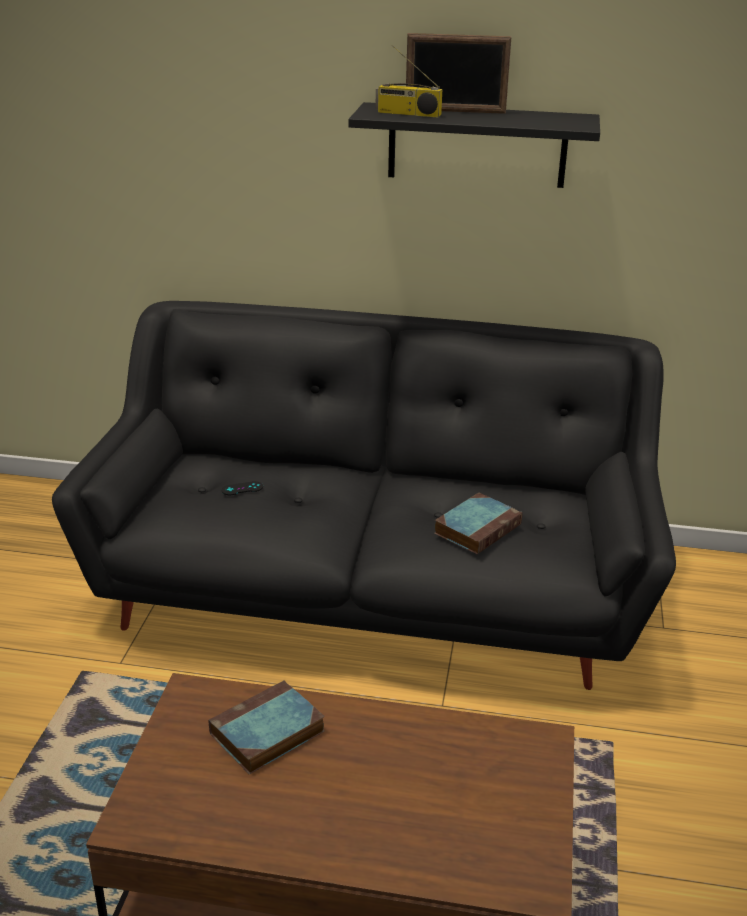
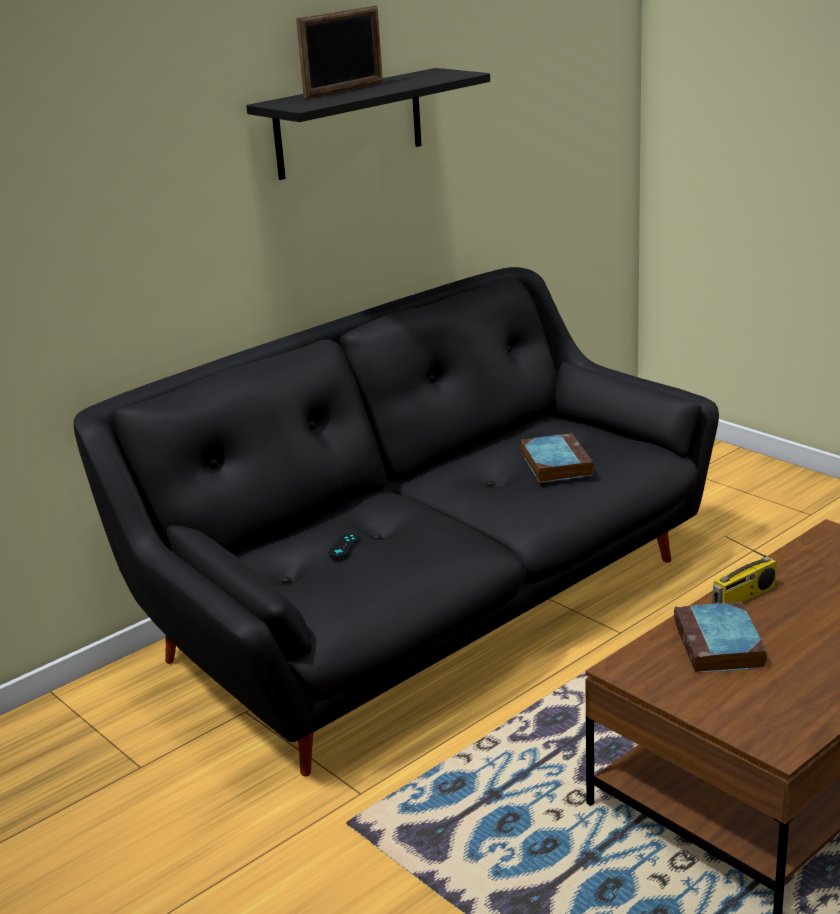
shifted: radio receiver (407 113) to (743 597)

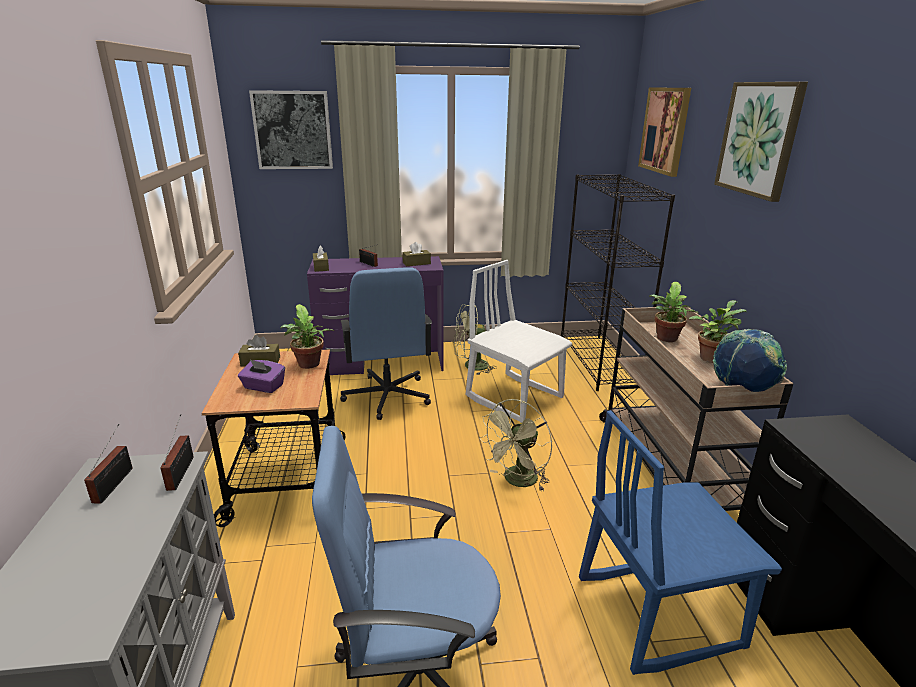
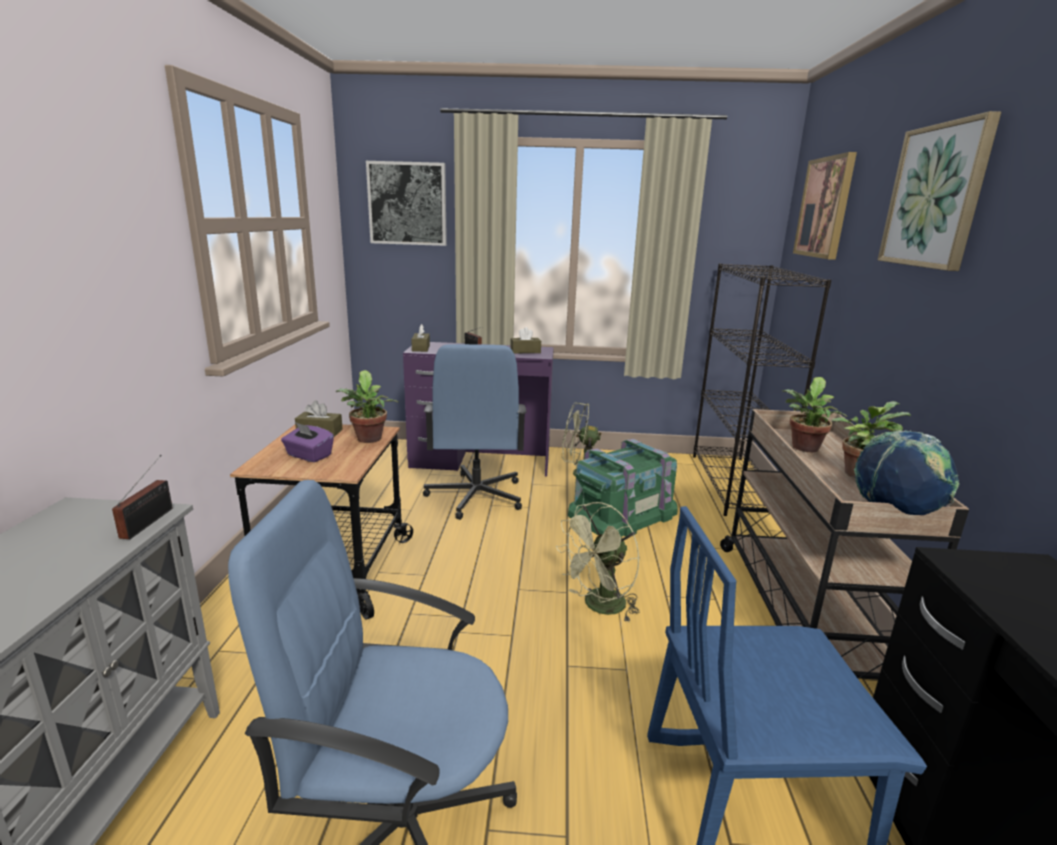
gone: radio receiver (115 483)
swapped: whitish upright chair (515 397) to green storage container (622 512)

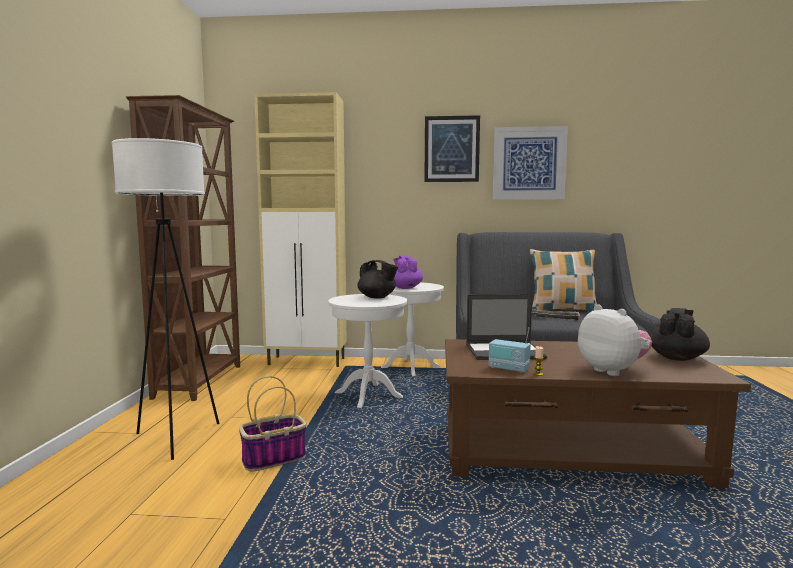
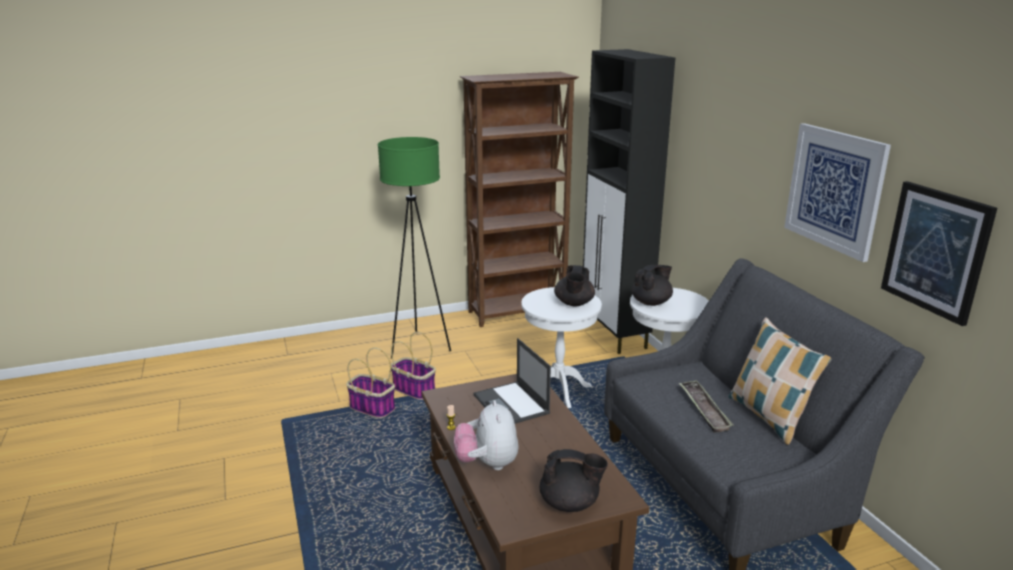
gone: radio receiver (508 369)
new: storage basket (371 408)
shifted: wall art (451 149) to (936 251)
repainted: whitish standard lamp (176 438) to green standard lamp (418 347); sand-coloured cabinet (307 361) to blackish cabinet (614 335); purplish teapot (405 288) to blackish teapot (651 302)
rotated: cuddly toy (612 371) = (487 463) 135 degrees clockwise

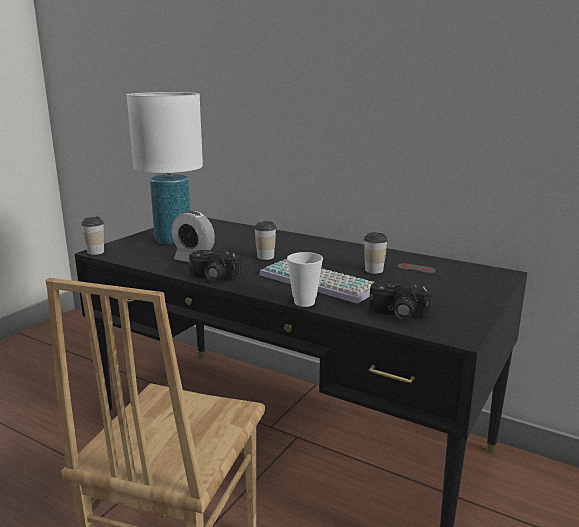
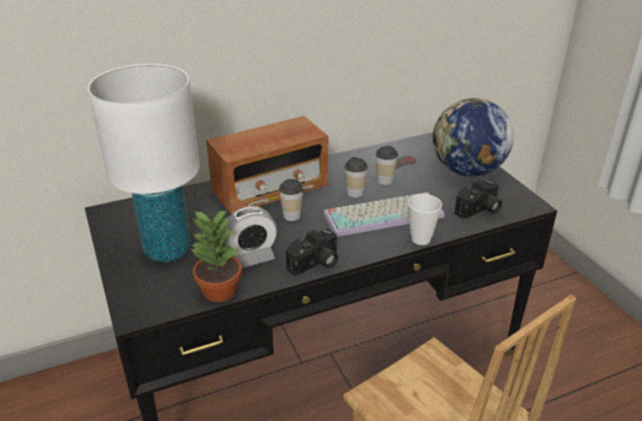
new: potted plant (218 291); radio receiver (270 189); globe (467 171)
shifted: cup (95 252) to (355 193)

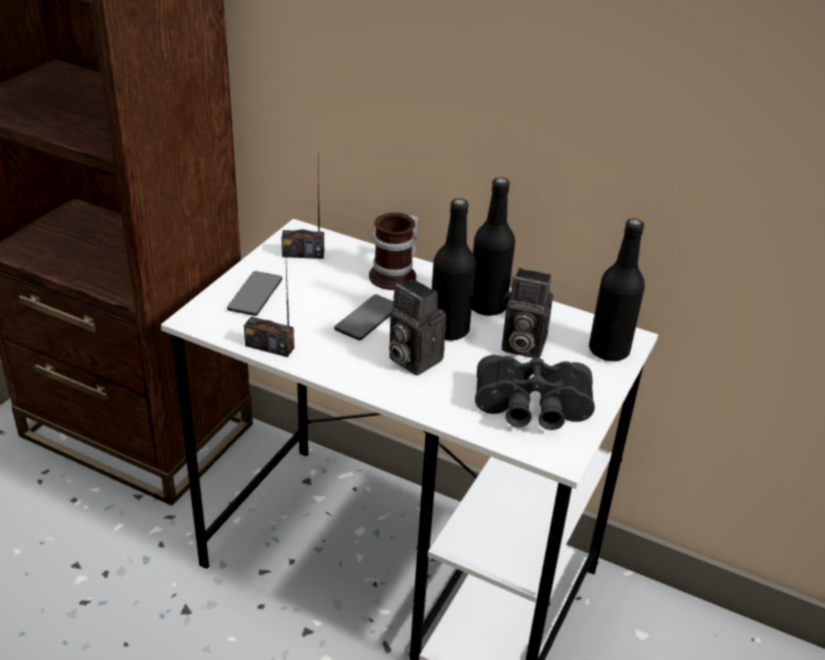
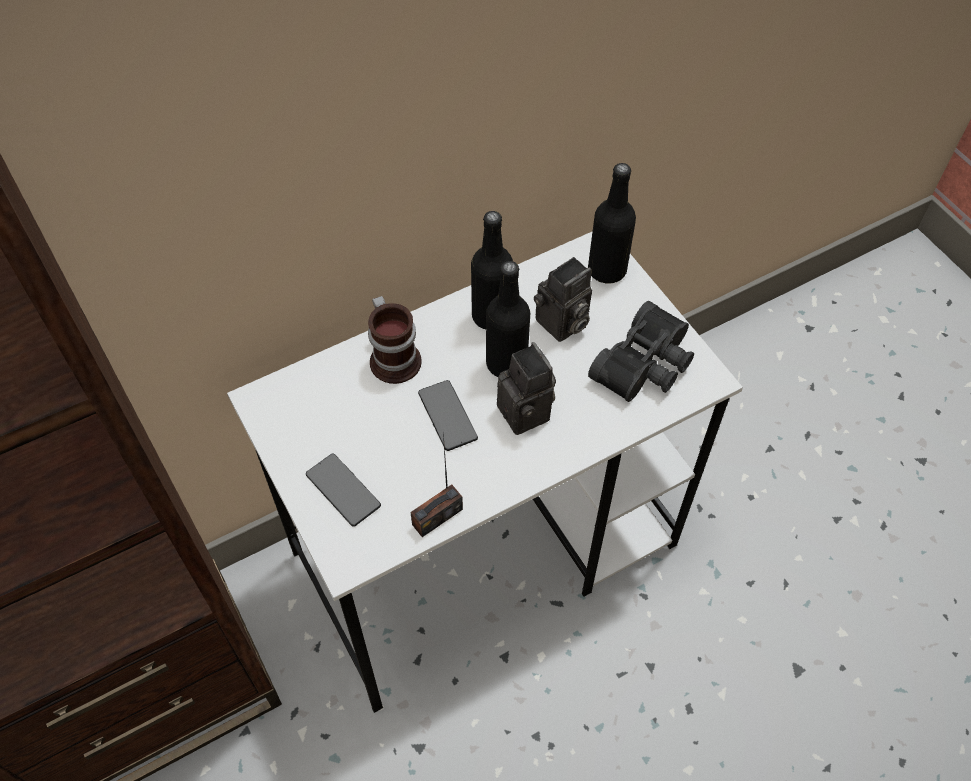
gone: radio receiver (303 254)
rotated: photo camera (411 359) = (528 413) 105 degrees counterclockwise

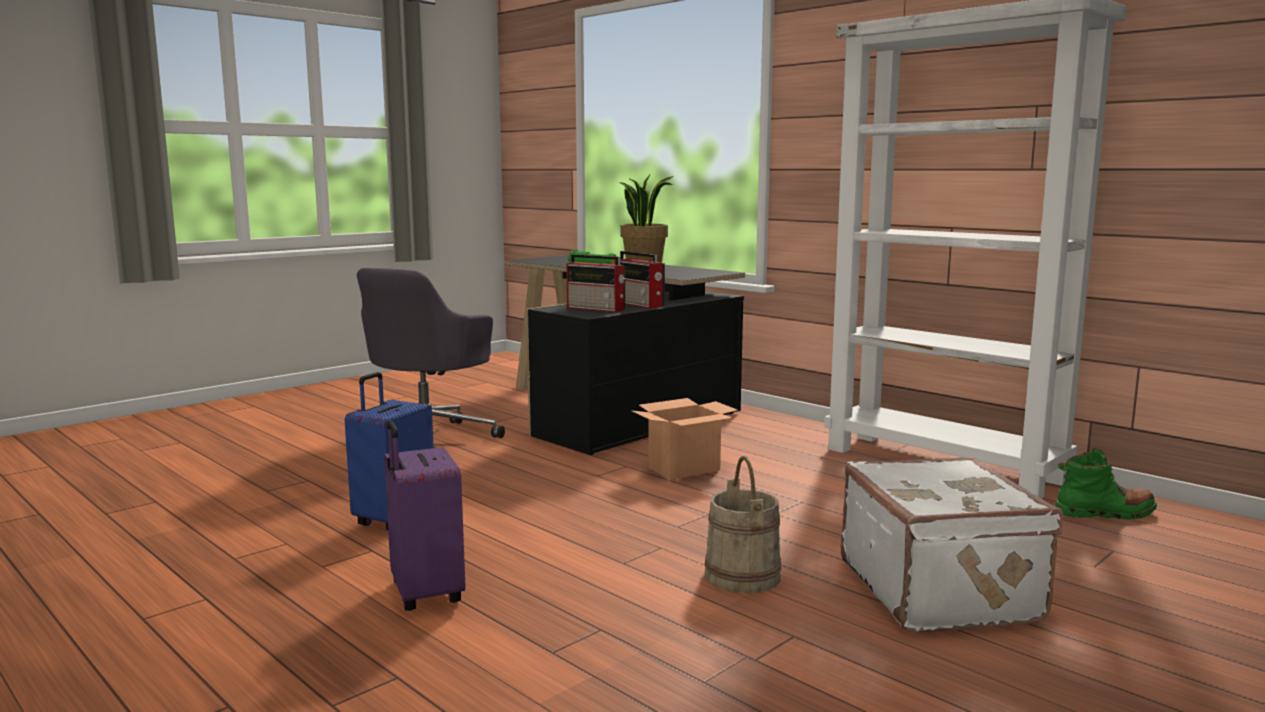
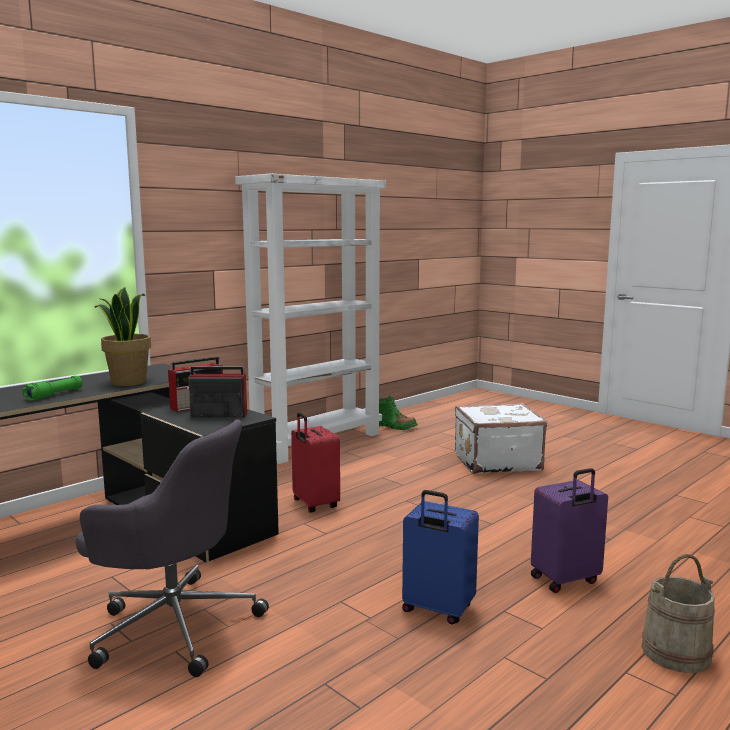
shifted: sand-coloured bucket (741 576) to (676 653)
swapped: packing box (684 469) to red piece of luggage (314 504)
rotated: radio receiver (597 308) = (217 416) 120 degrees counterclockwise; green boot (1105 513) = (394 426) 120 degrees clockwise

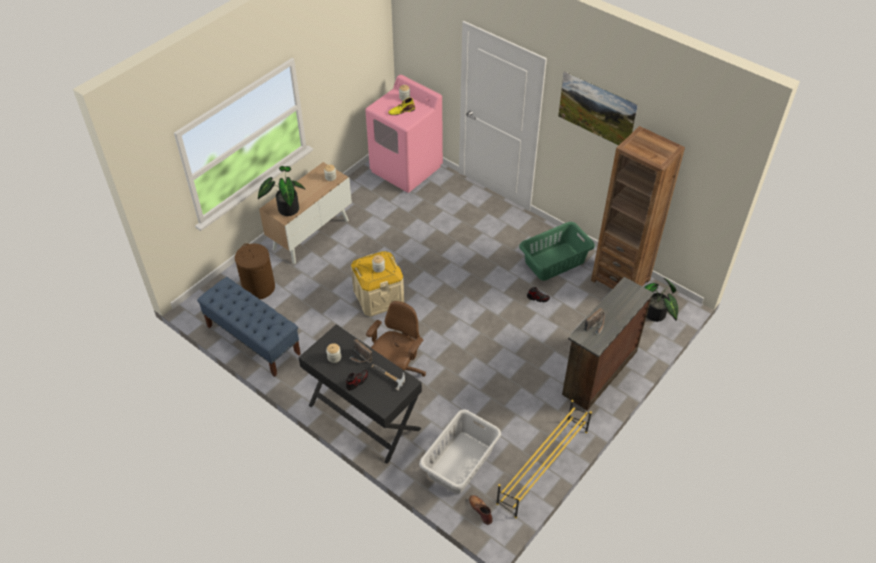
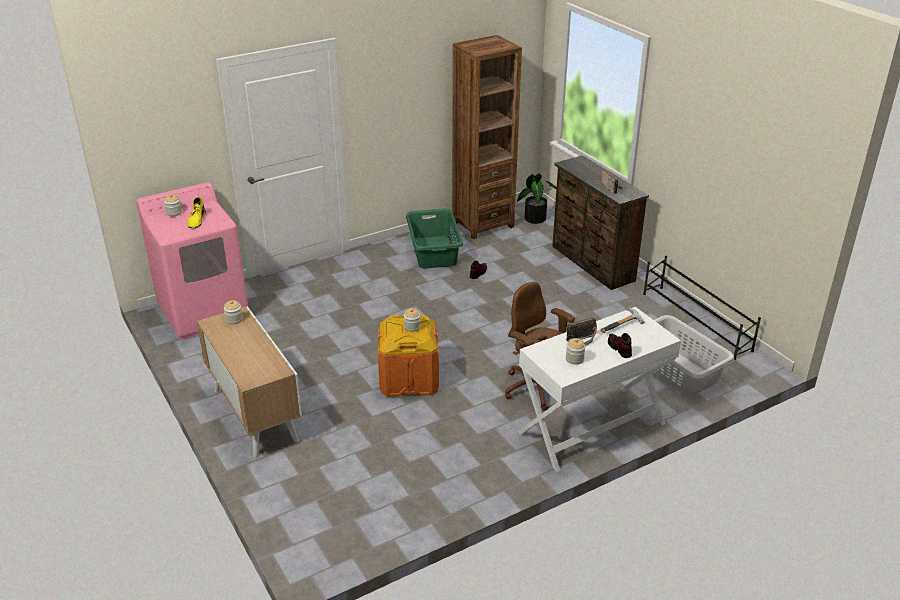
gone: bluish indoor bench (253 340); brown-coloured washing basket (259 288); potted plant (286 208); brown-coloured boot (480 510); wall art (594 122)
repainted: sand-coloured storage container (378 297) to orange storage container (408 379); blackish desk (363 417) to whitish desk (592 428); yellow shoe shelf (542 467) to blackish shoe shelf (696 322)

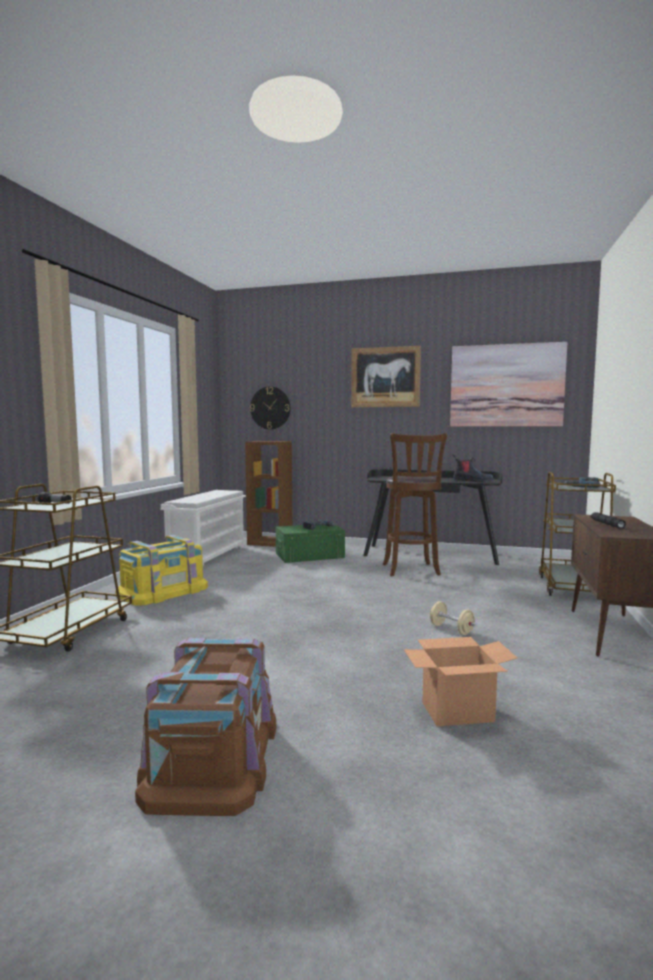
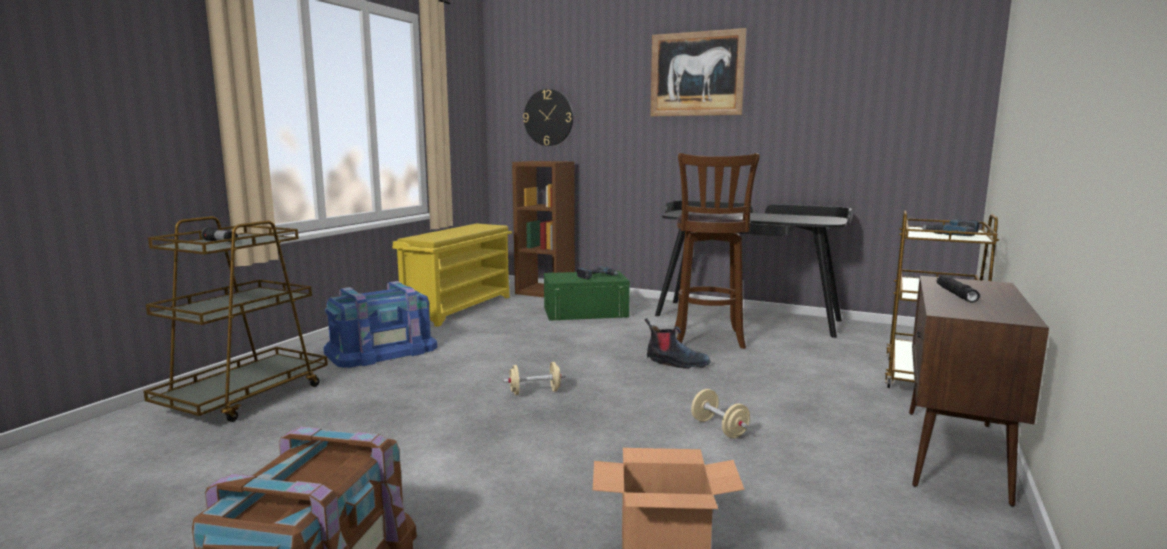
gone: wall art (506 385)
new: sand-coloured dumbbell (535 392)
shifted: boot (472 481) to (676 363)
repainted: yellow storage container (163 591) to bluish storage container (381 350); whitish shoe shelf (208 557) to yellow shoe shelf (459 308)

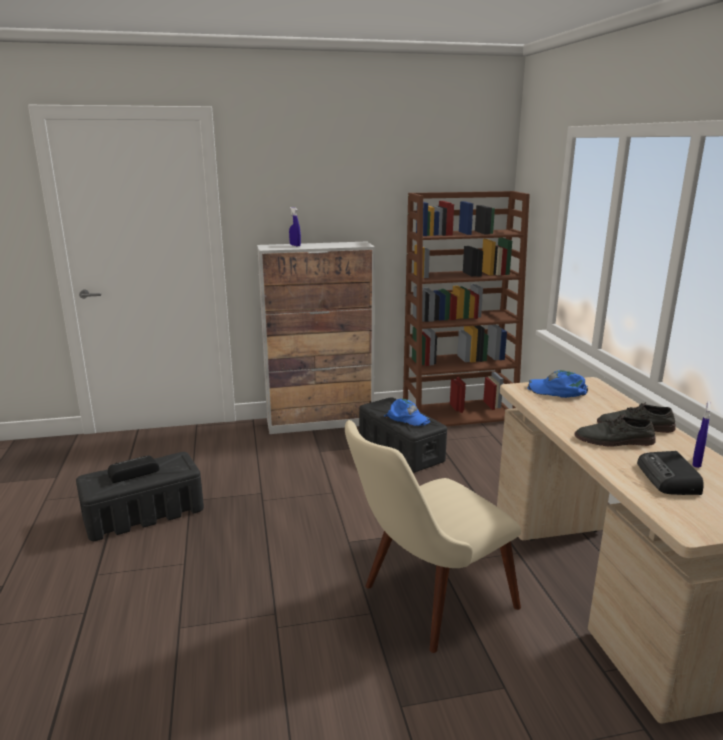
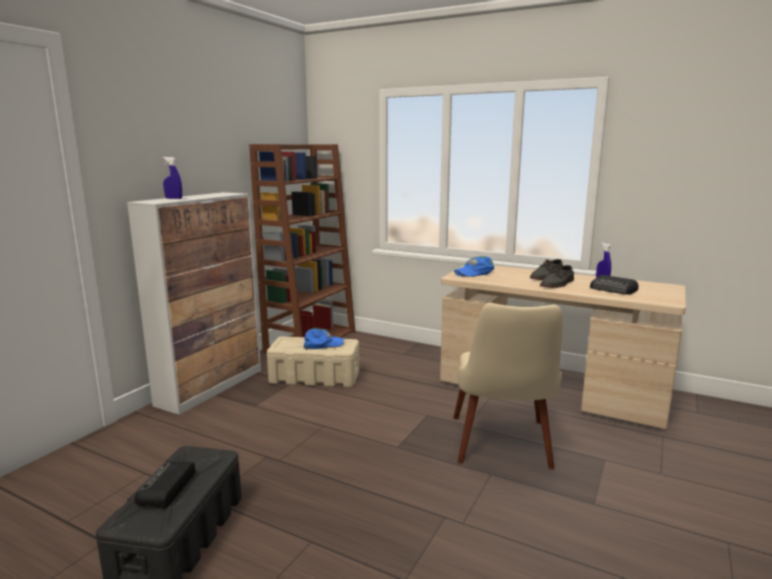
repainted: blackish storage container (401 450) to sand-coloured storage container (315 377)

